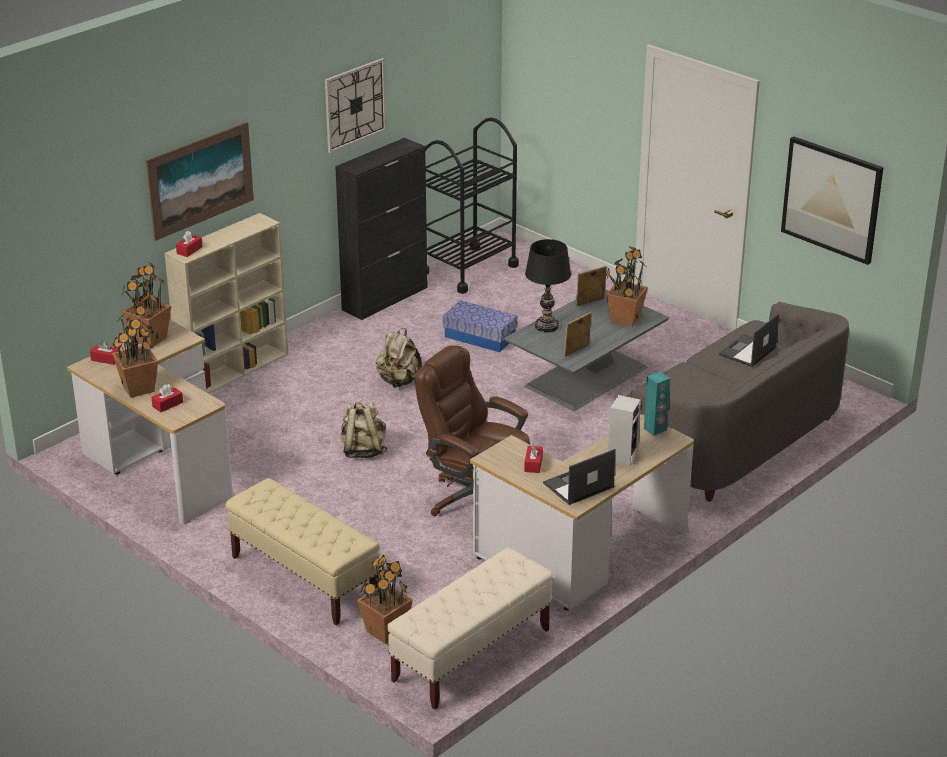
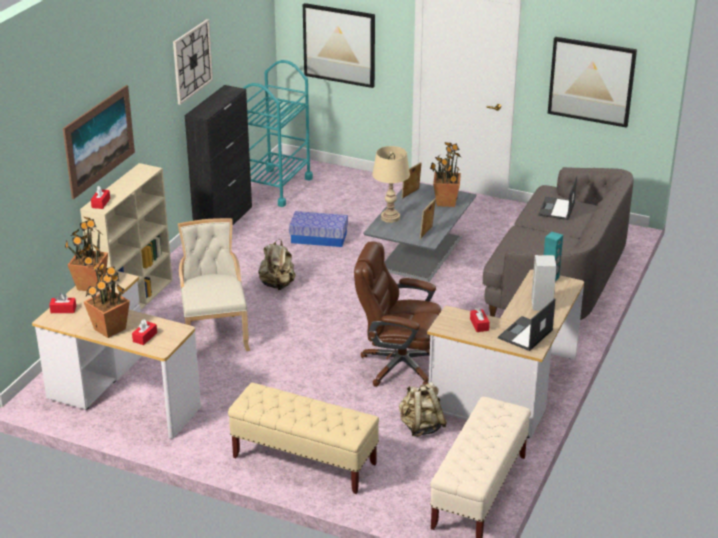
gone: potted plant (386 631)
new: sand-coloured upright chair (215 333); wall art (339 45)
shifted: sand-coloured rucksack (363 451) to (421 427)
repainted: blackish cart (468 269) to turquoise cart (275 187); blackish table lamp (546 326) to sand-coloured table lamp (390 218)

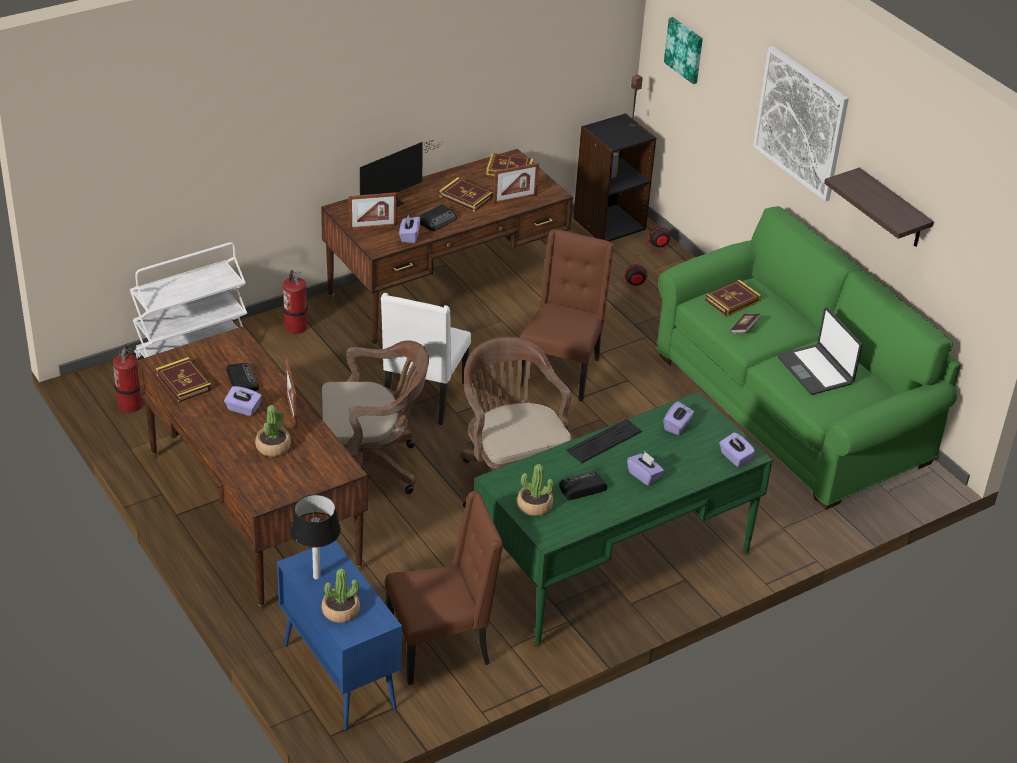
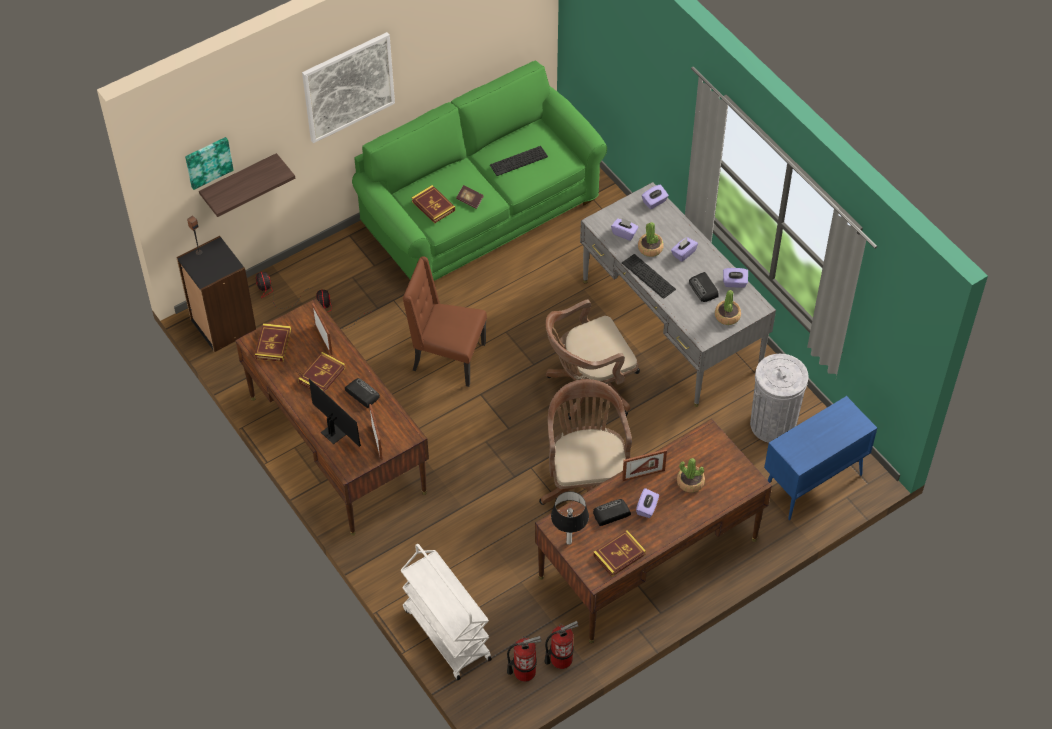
gone: whitish upright chair (423 398)
shifted: shelf (892 210) to (239 182); fire-fighting cylinder (296 327) to (561 659); table lamp (316 576) to (569 542); potted plant (340 611) to (650 248); purplish tissue box (409 236) to (734 283)
swapped: portable computer (816 370) to computer keyboard (518 161); brown-coloured upright chair (441 647) to greyish waste bin (773 424)
repainted: green desk (614 564) to greyish desk (671 323)

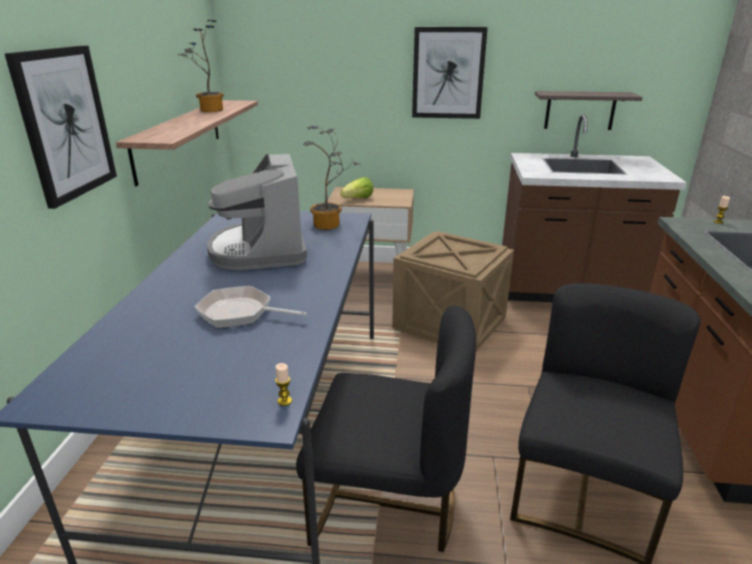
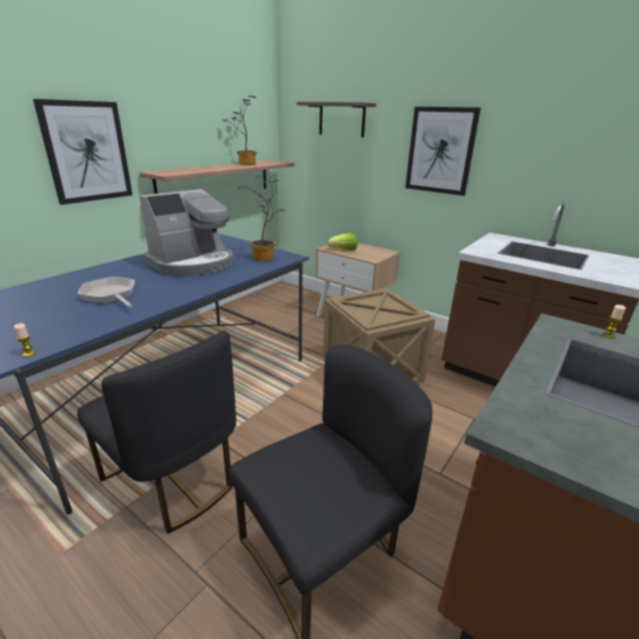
shifted: shelf (580 110) to (341 119)
rotated: coffee maker (260 250) = (192 263) 150 degrees counterclockwise

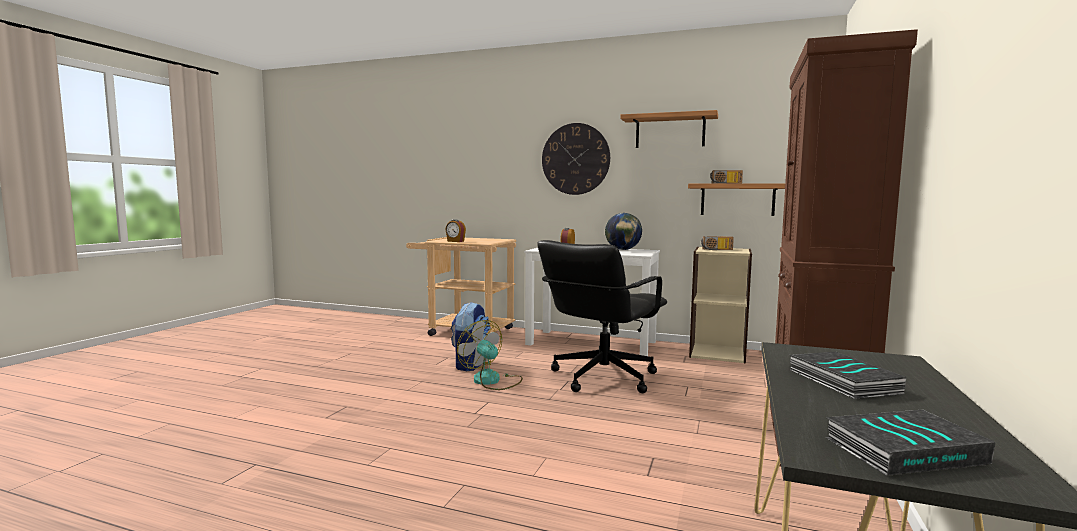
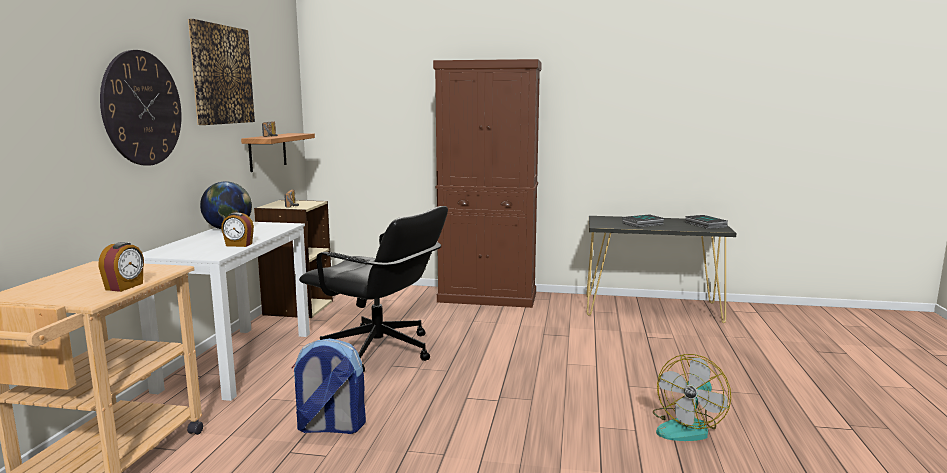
shifted: electric fan (492 381) to (687 427)
swapped: shelf (670 131) to wall art (221 75)

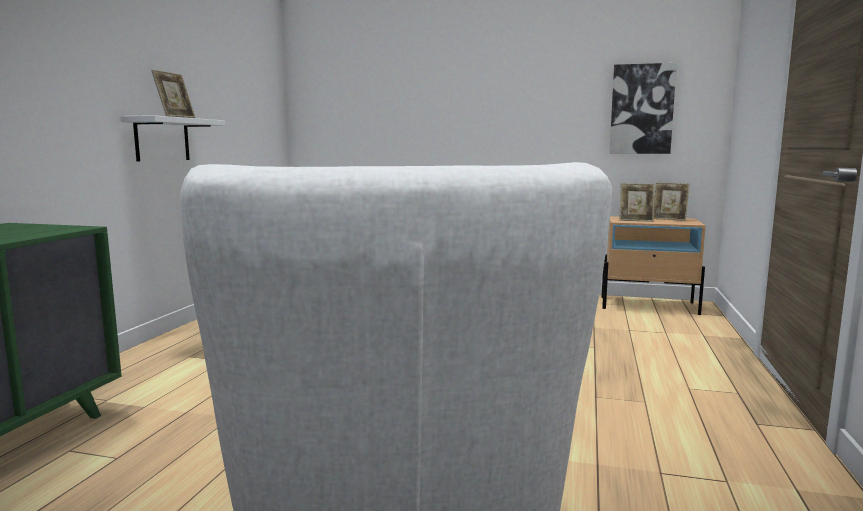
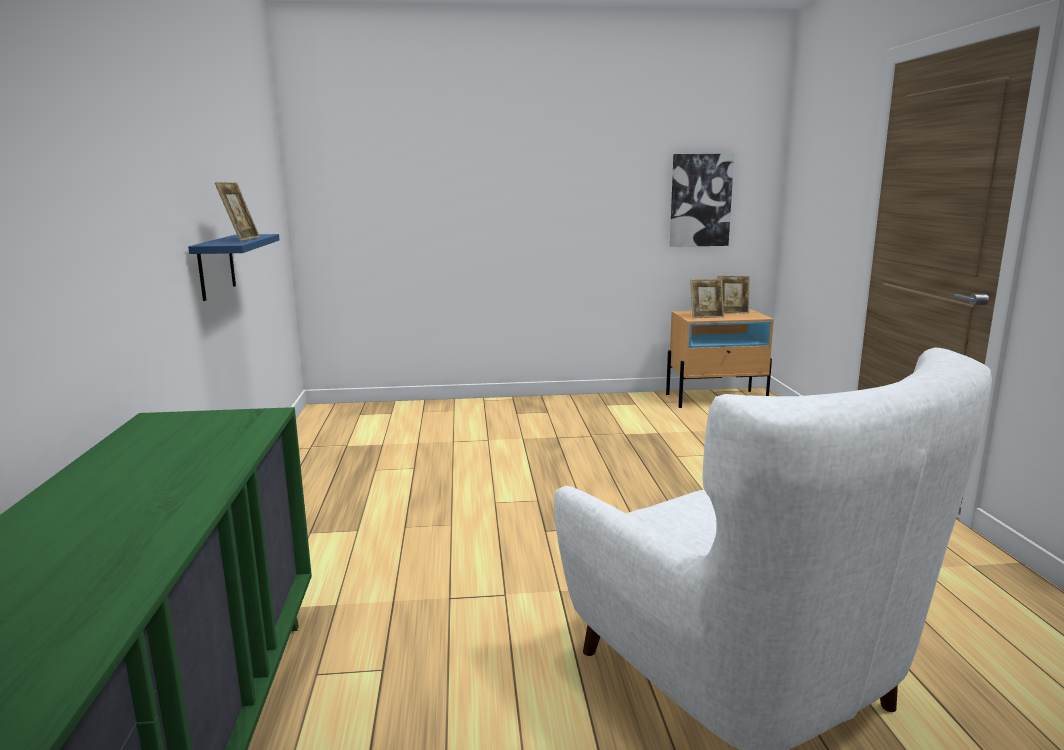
repainted: whitish shelf (162 139) to bluish shelf (216 266)

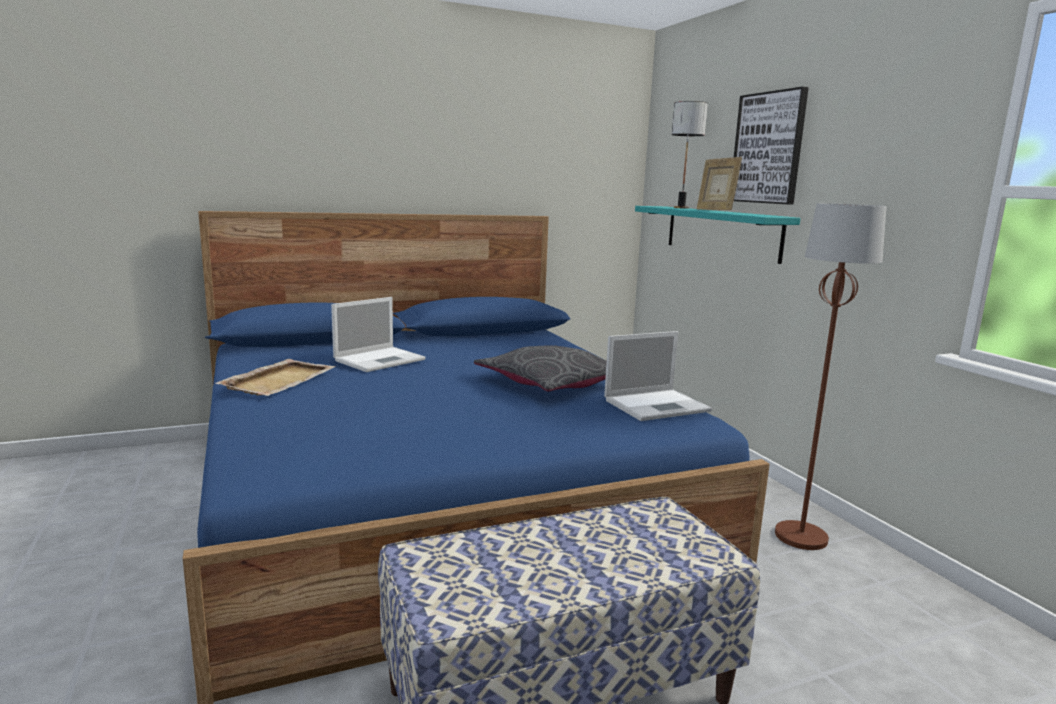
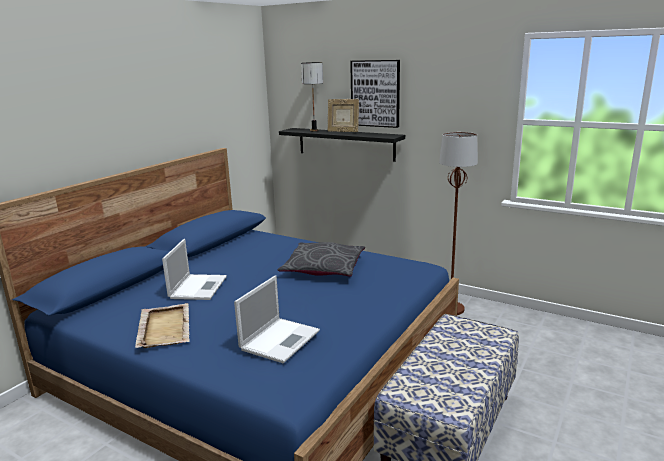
shifted: portable computer (658 405) to (280 339)
repainted: turquoise shelf (721 232) to blackish shelf (345 144)

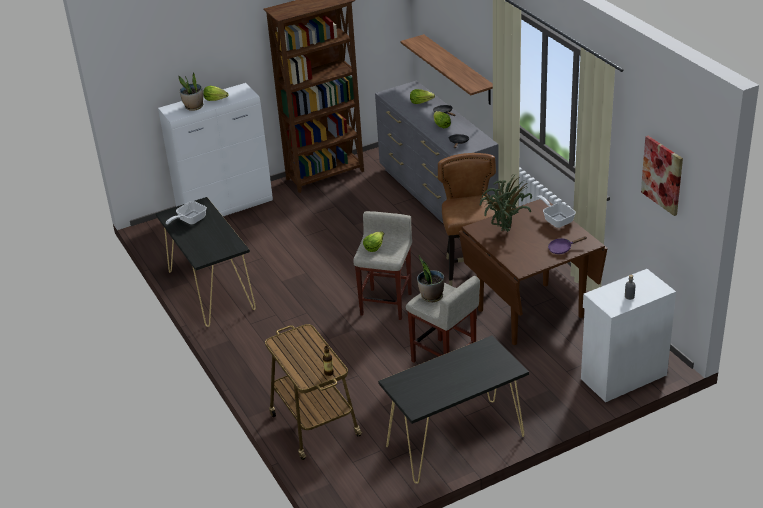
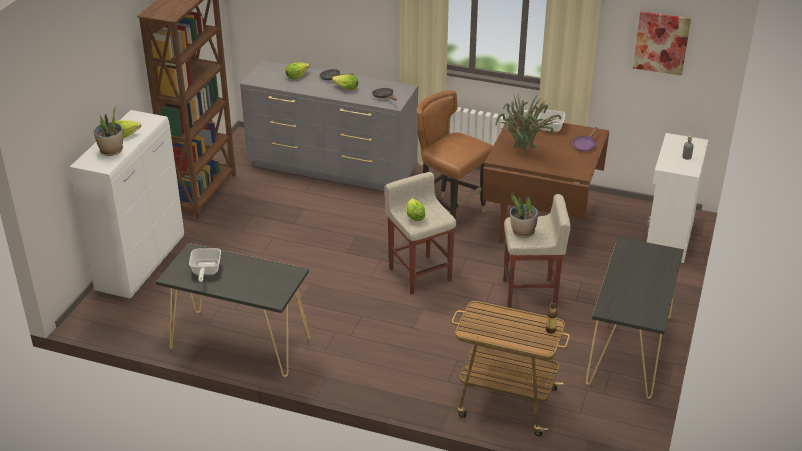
gone: shelf (458 70)

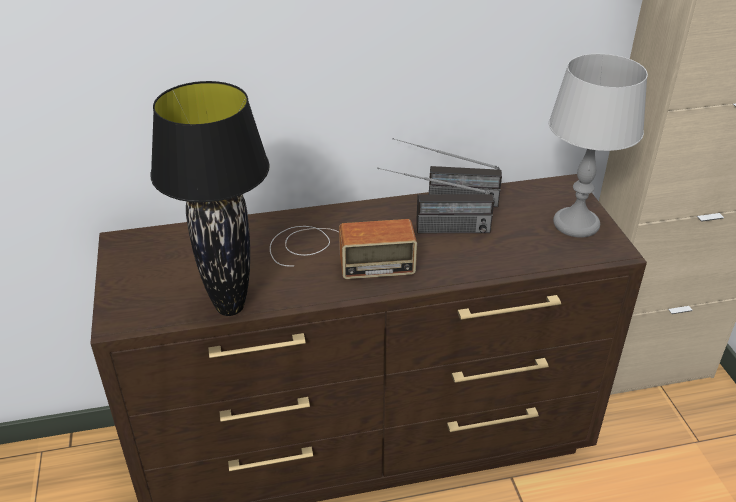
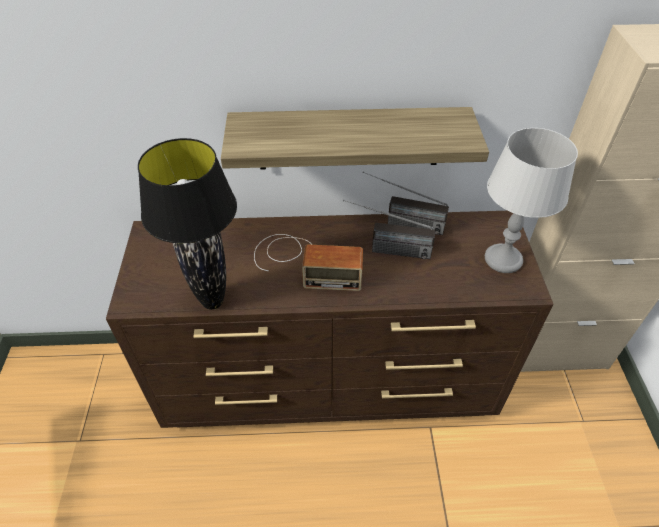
new: shelf (349 138)

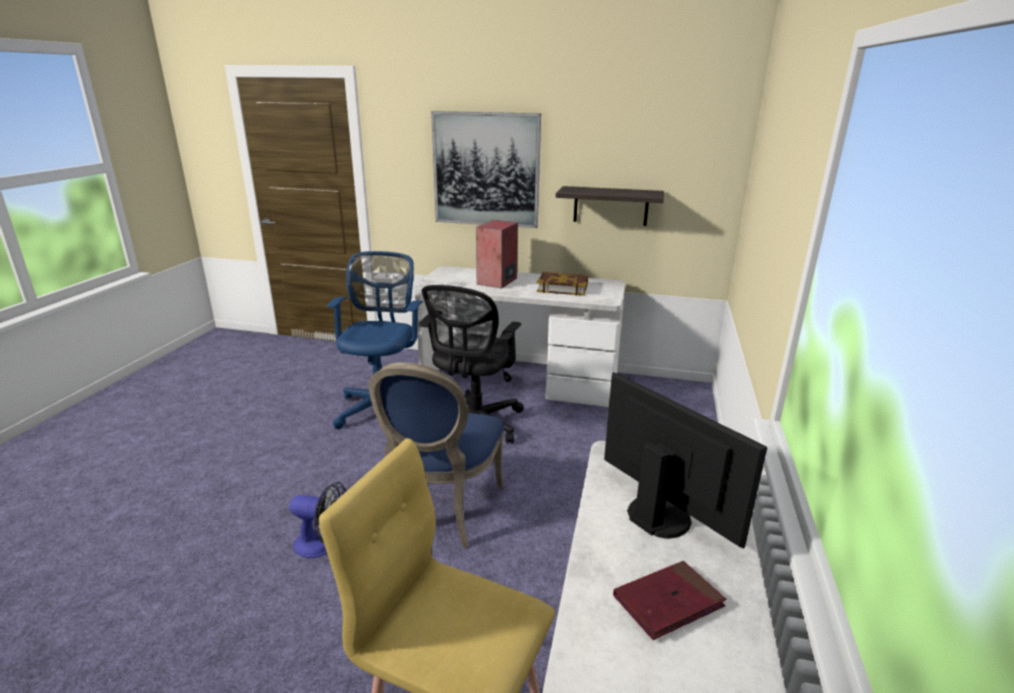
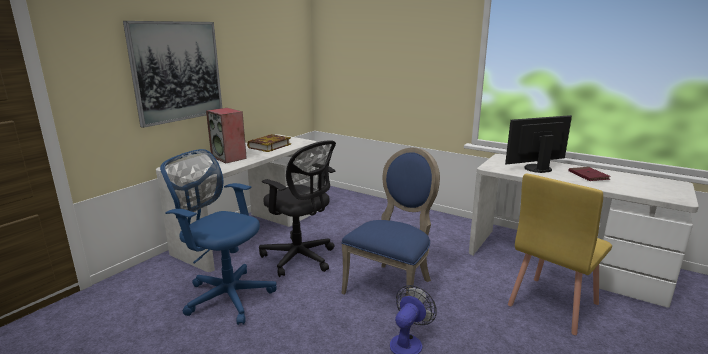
gone: shelf (610 206)
rotated: bluish upright chair (441 511) = (392 286) 90 degrees counterclockwise

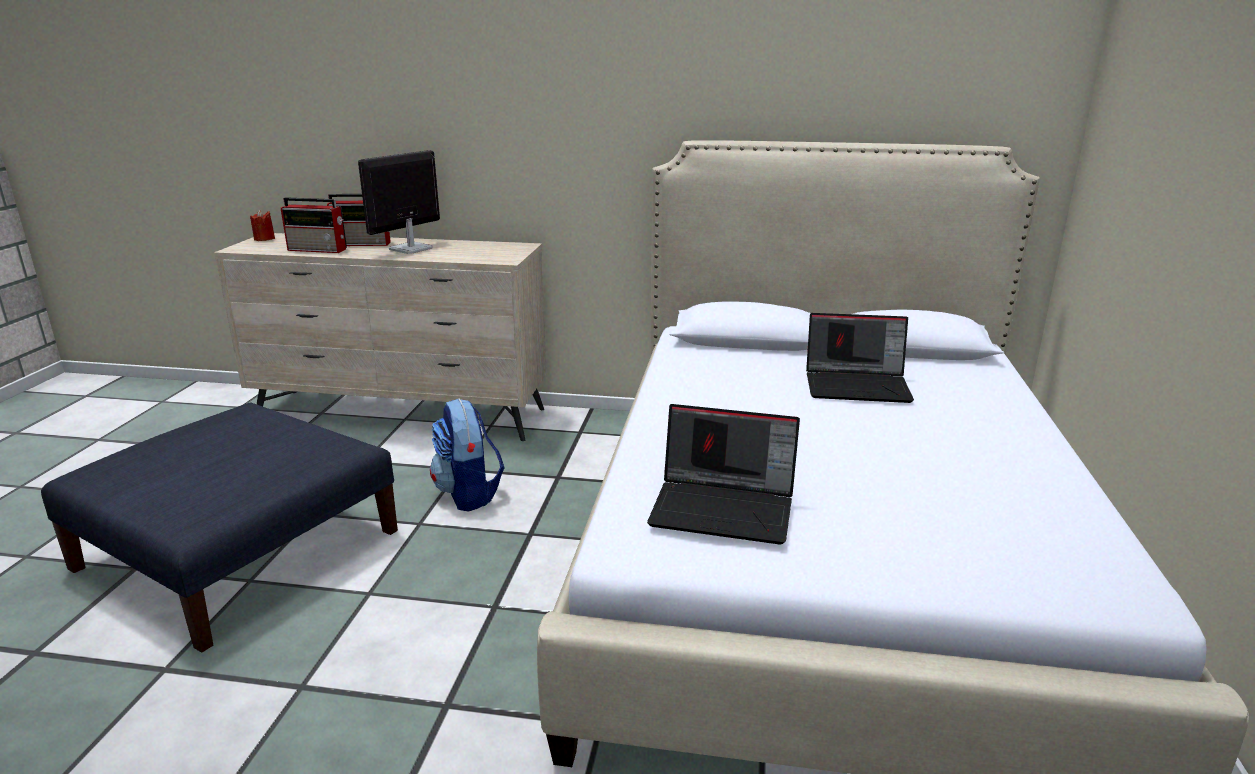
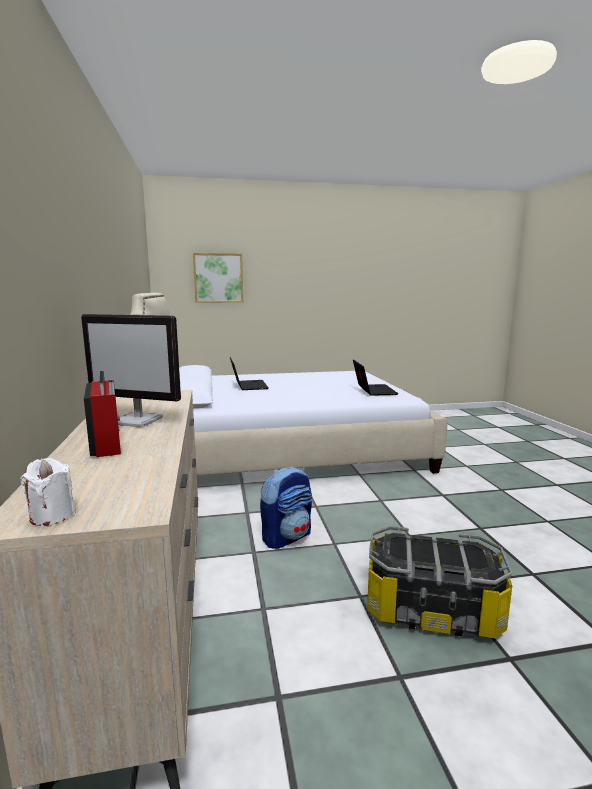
gone: radio receiver (318 249)
new: wall art (218 278)
swapped: bluish footrest (239 549) to storage container (431 610)
repainted: red wax candle (264 239) to whitish wax candle (52 515)

